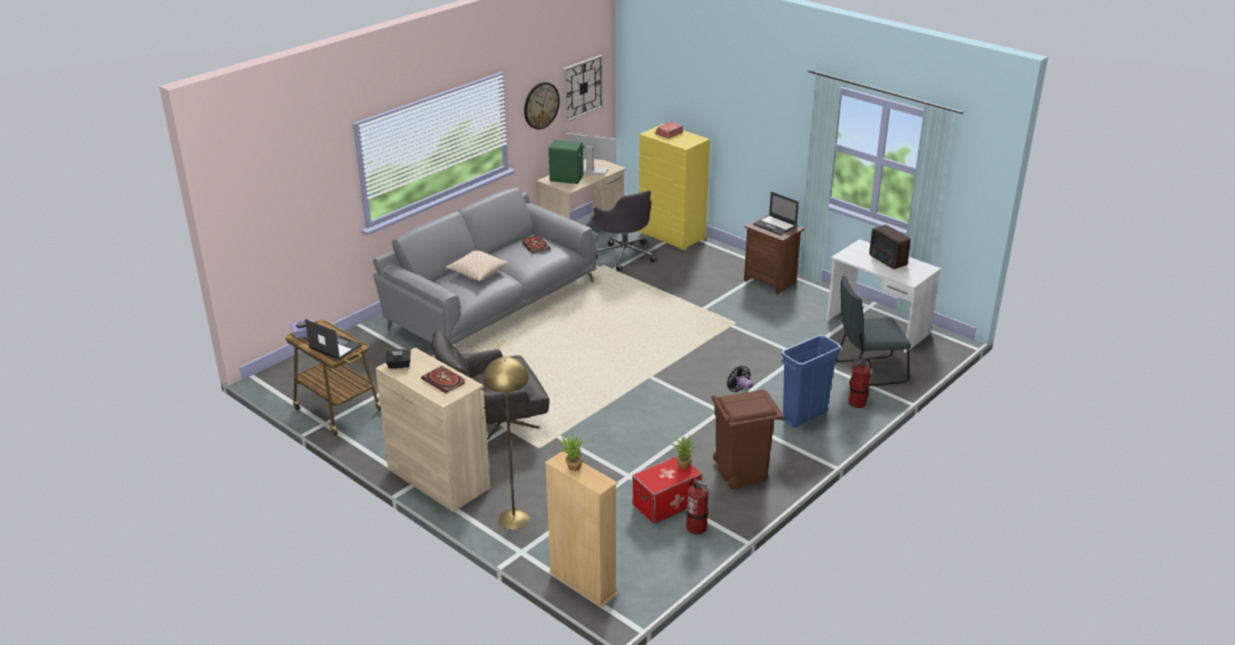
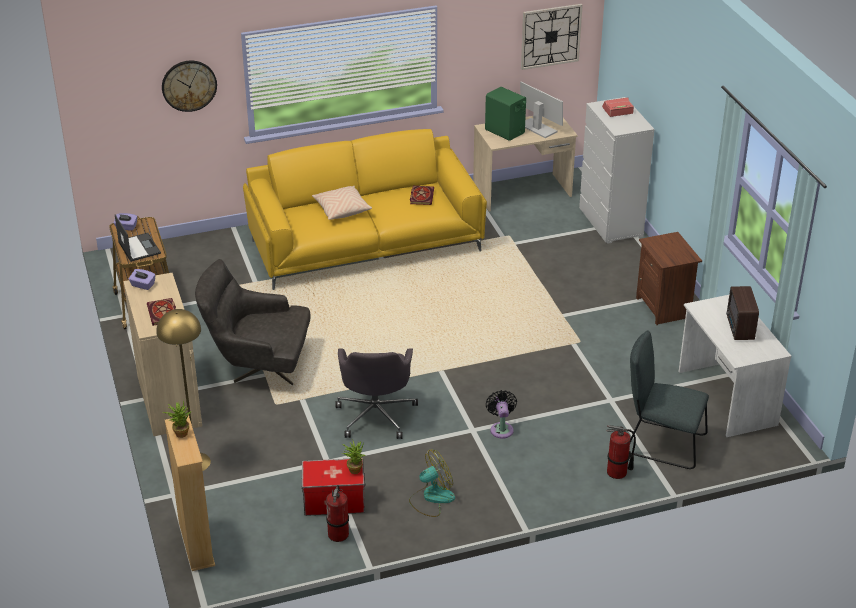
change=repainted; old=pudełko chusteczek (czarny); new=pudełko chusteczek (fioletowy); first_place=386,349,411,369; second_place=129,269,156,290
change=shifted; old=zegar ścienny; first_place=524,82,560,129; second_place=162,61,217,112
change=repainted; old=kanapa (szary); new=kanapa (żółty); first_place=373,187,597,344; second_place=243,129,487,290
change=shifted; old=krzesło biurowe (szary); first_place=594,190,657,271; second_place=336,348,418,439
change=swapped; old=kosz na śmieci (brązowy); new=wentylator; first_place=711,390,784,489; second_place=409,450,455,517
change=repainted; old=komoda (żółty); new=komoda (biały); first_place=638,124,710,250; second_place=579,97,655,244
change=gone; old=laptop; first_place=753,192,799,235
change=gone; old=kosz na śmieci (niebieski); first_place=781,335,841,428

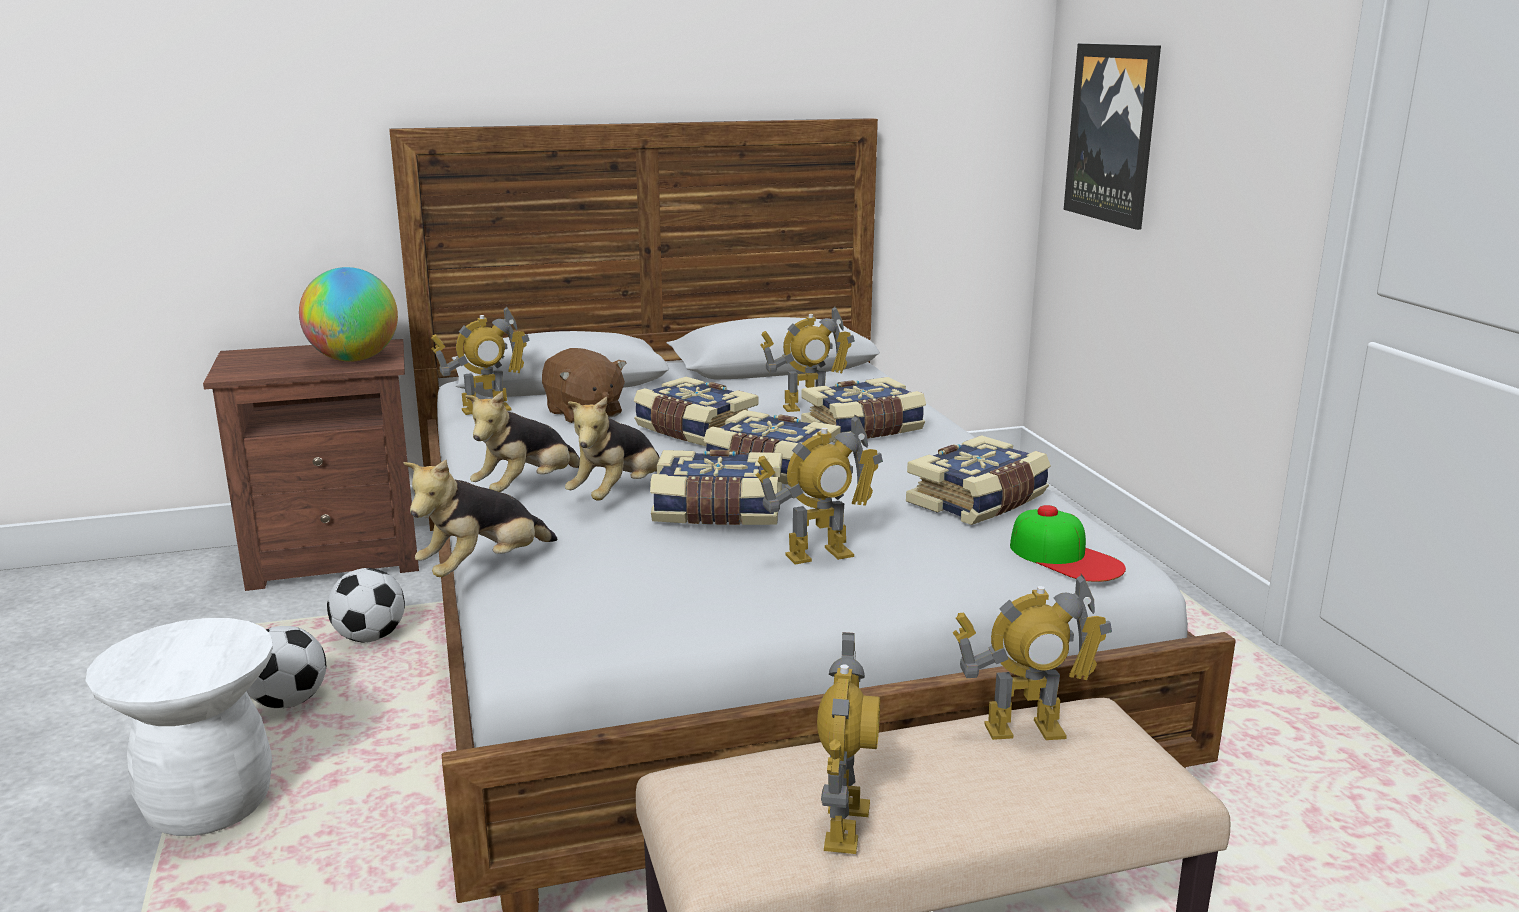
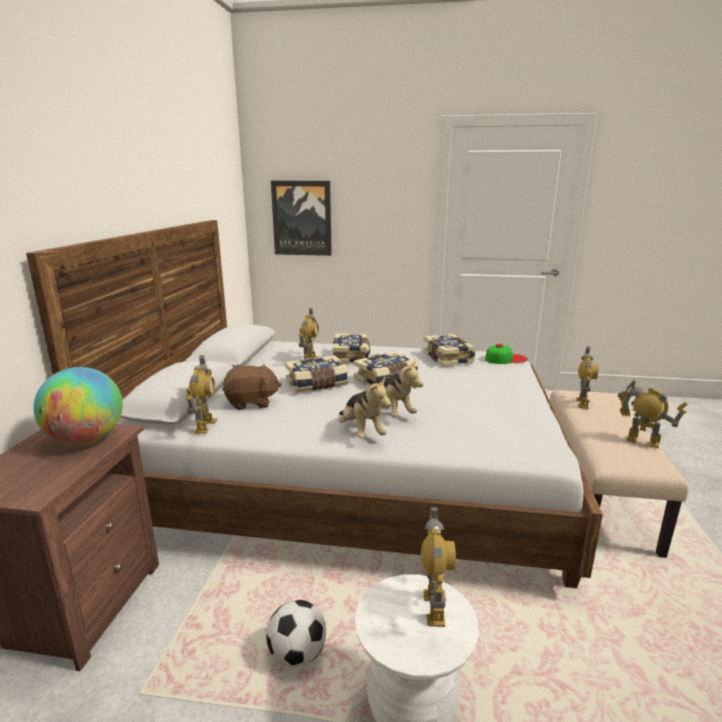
change=shifted; old=robot zabawkowy; first_place=756,414,883,564; second_place=421,506,456,627
change=gone; old=piłka futbolowa; first_place=327,568,405,643
change=gone; old=pluszak; first_place=404,460,557,577
change=gone; old=książka; first_place=650,450,782,525

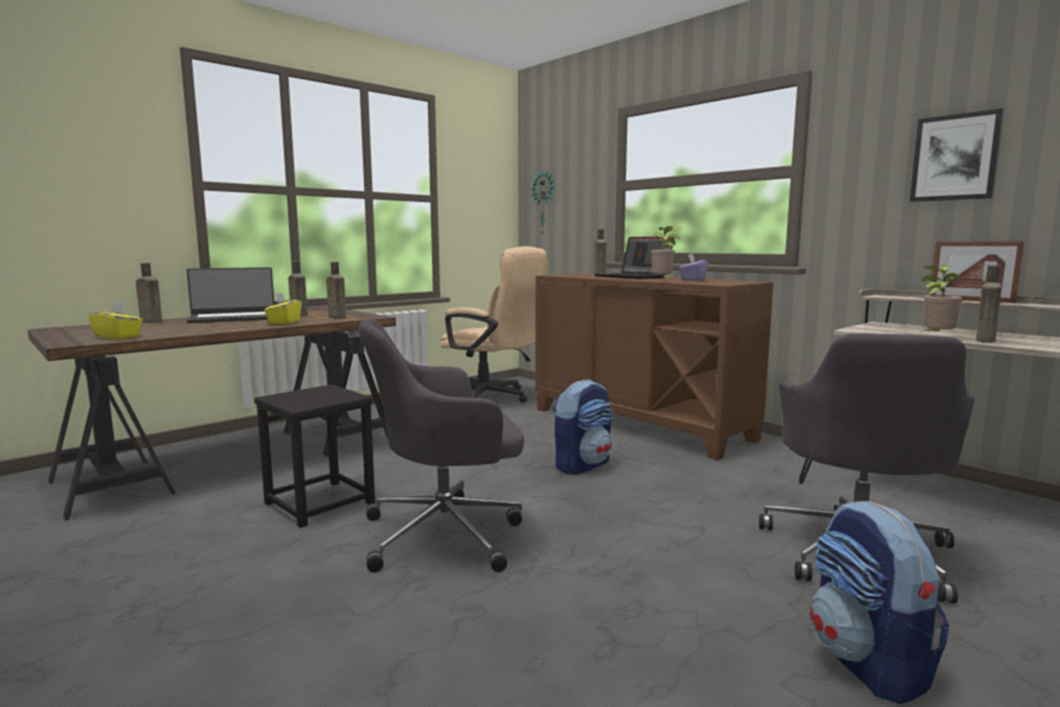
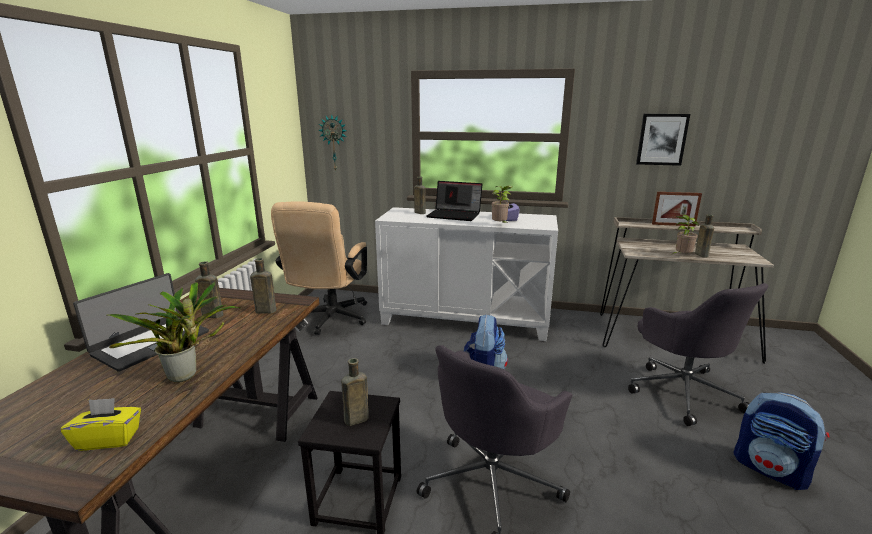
change=new; new=roślina doniczkowa; second_place=106,281,241,382
change=rotated; old=krzesło biurowe (beżowy); first_place=440,246,548,403; second_place=271,201,367,335; degrees=105
change=shifted; old=butelka (brązowy); first_place=136,263,162,323; second_place=341,358,369,426
change=repainted; old=szafka (brązowy); new=szafka (biały); first_place=535,273,774,460; second_place=375,207,558,341
change=gone; old=pudełko chusteczek (żółty); first_place=264,293,302,324

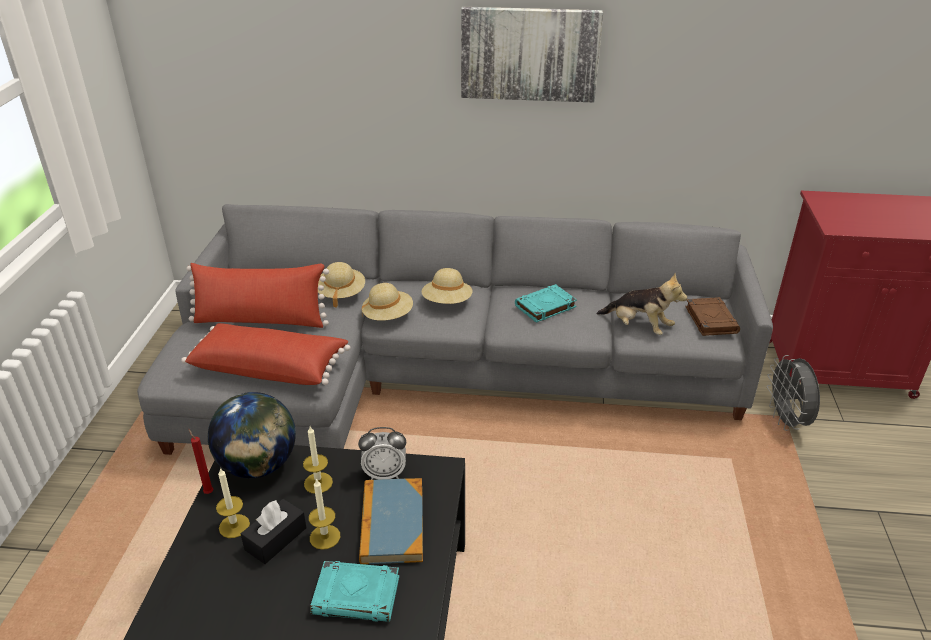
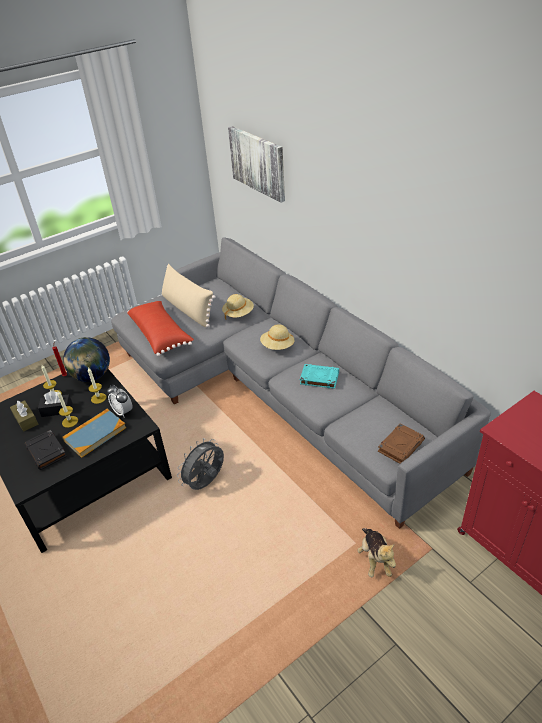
change=new; new=pudełko chusteczek (brązowy); second_place=10,400,38,432
change=repainted; old=książka (turkusowy); new=książka (czarny); first_place=310,561,400,622; second_place=25,430,67,470
change=repainted; old=poduszka (czerwony); new=poduszka (beżowy); first_place=187,263,329,328; second_place=162,264,216,328
change=shifted; old=wentylator (szary); first_place=767,355,820,431; second_place=177,438,224,490
change=shifted; old=obraz; first_place=461,7,603,102; second_place=228,126,285,203
change=shifted; old=pluszak; first_place=596,273,687,335; second_place=357,528,396,577
change=gone; old=kapelusz (beżowy); first_place=362,283,413,321

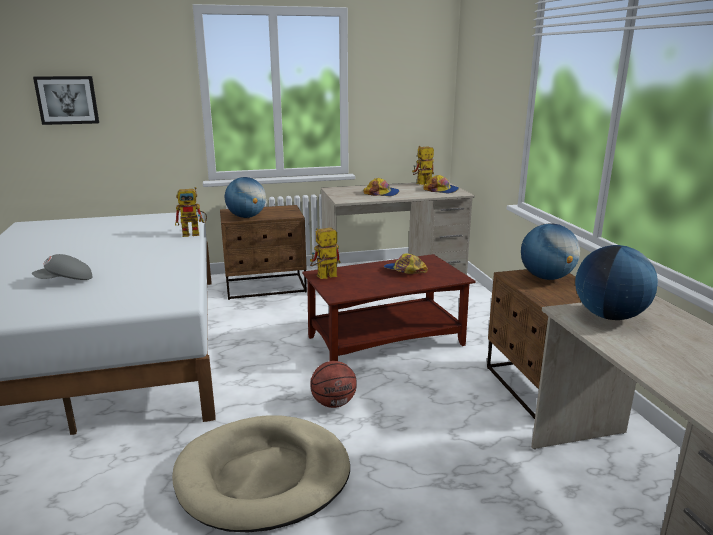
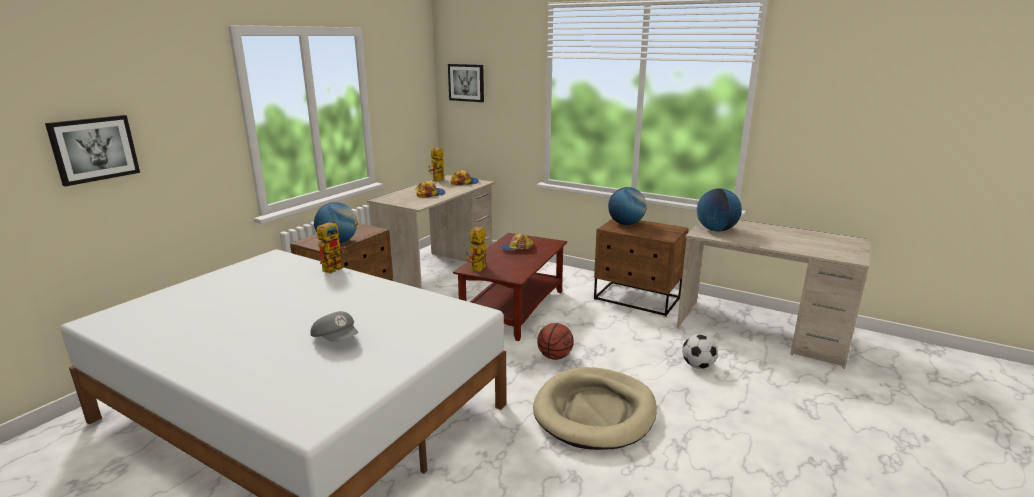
change=rotated; old=czapka z daszkiem (szary); first_place=32,254,93,280; second_place=311,311,358,342; degrees=-60
change=new; new=obraz; second_place=448,64,484,102
change=new; new=piłka futbolowa; second_place=682,334,718,369

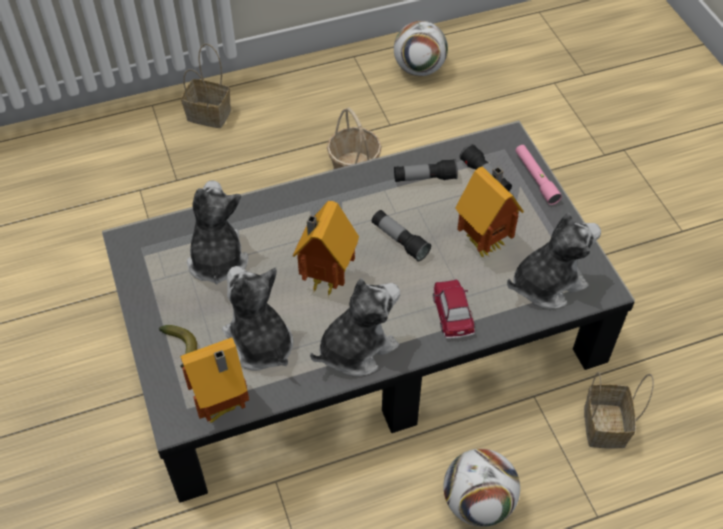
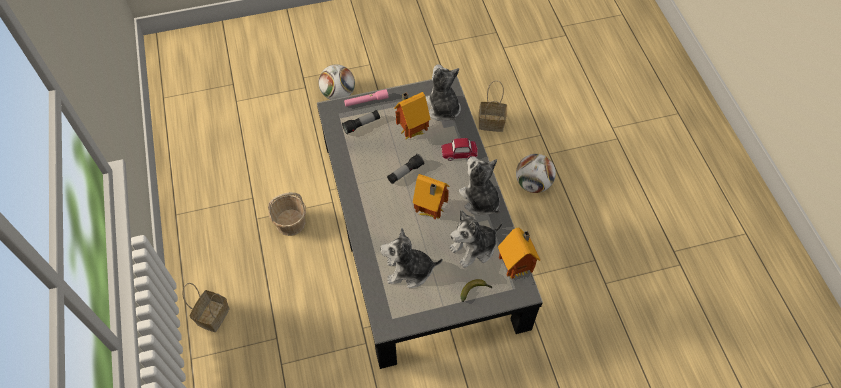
change=shifted; old=piłka futbolowa; first_place=394,21,448,76; second_place=318,64,355,100
change=gone; old=latarka; first_place=394,159,458,182

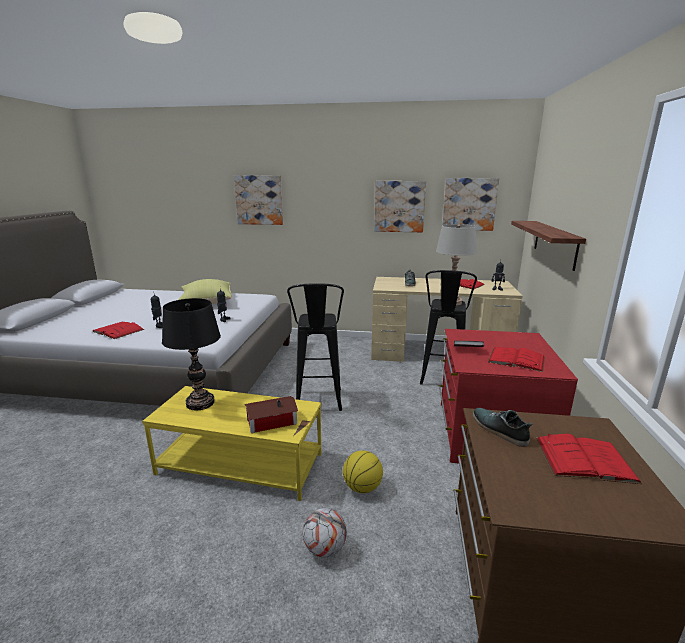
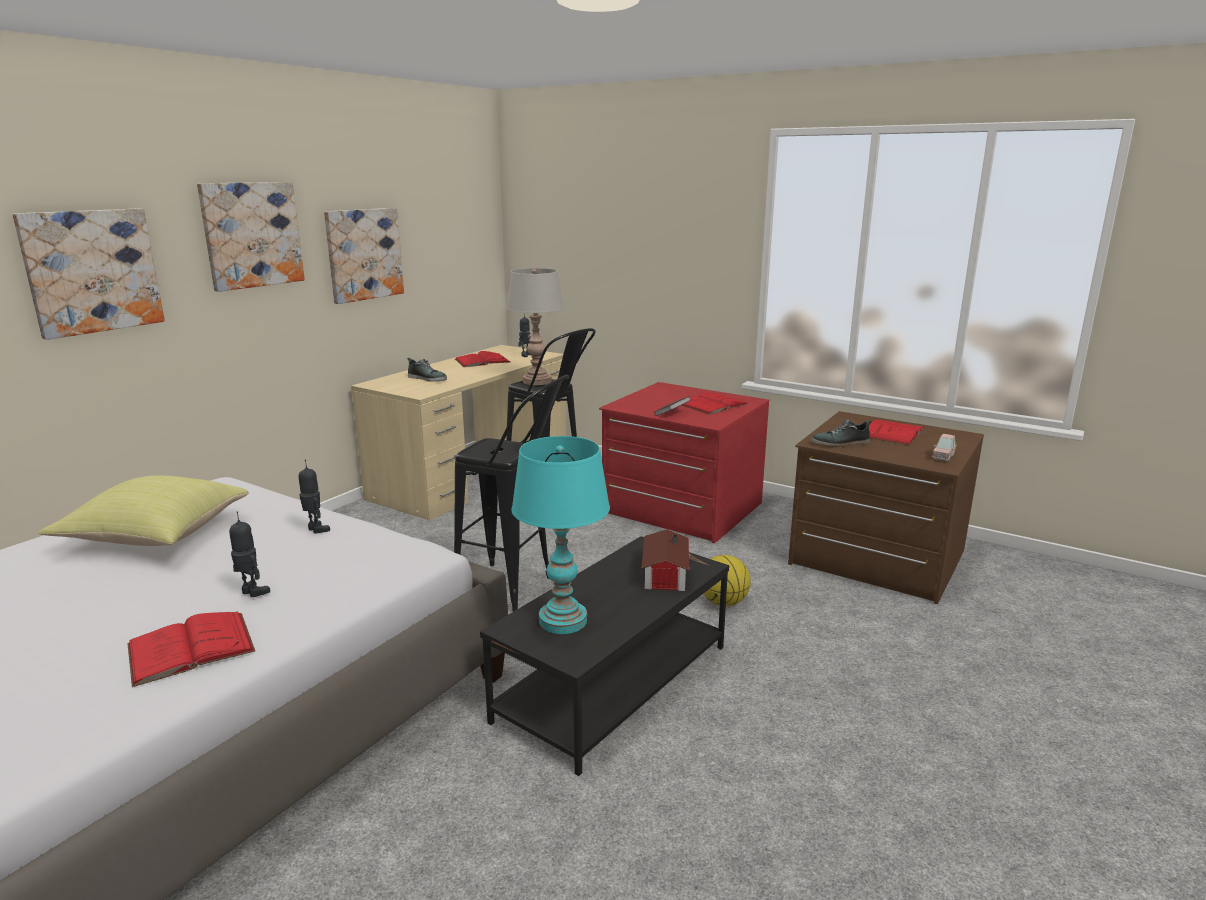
change=shifted; old=obraz; first_place=442,178,499,231; second_place=197,182,305,292
change=repainted; old=ława (żółty); new=ława (czarny); first_place=142,386,321,501; second_place=480,536,729,776
change=repainted; old=lampa stołowa (czarny); new=lampa stołowa (turkusowy); first_place=162,298,221,410; second_place=511,436,610,634
change=new; new=samochodzik (różowy); second_place=932,434,956,462
change=gone; old=piłka futbolowa; first_place=303,508,347,557
change=gone; old=półka; first_place=511,221,586,271

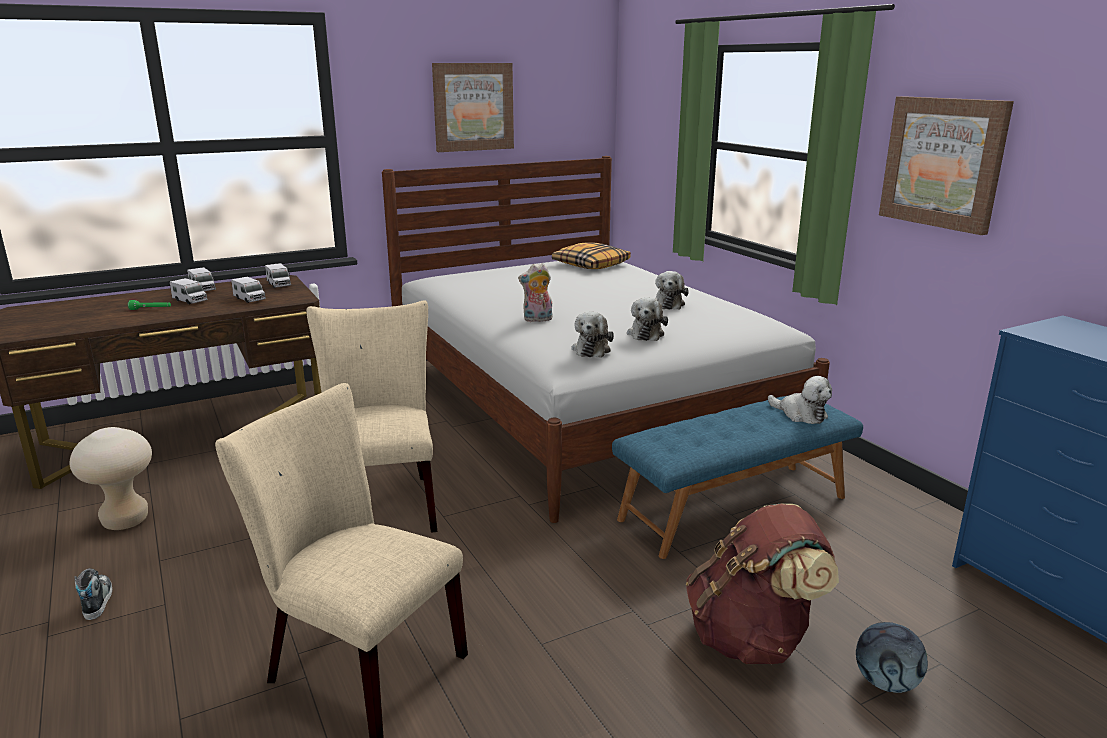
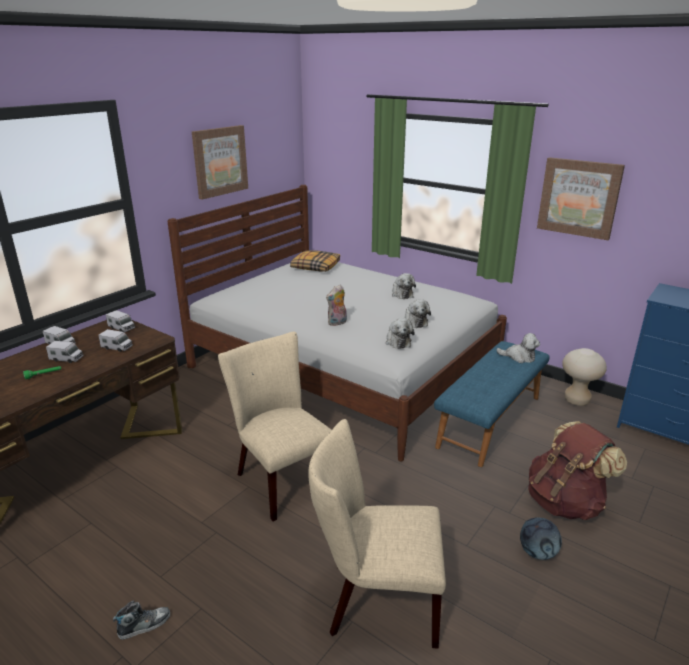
change=rotated; old=but; first_place=74,568,113,620; second_place=113,601,170,640; degrees=105
change=shifted; old=piłka futbolowa; first_place=856,622,928,693; second_place=520,517,562,560
change=shifted; old=stołek (beżowy); first_place=70,427,152,530; second_place=562,348,607,406

